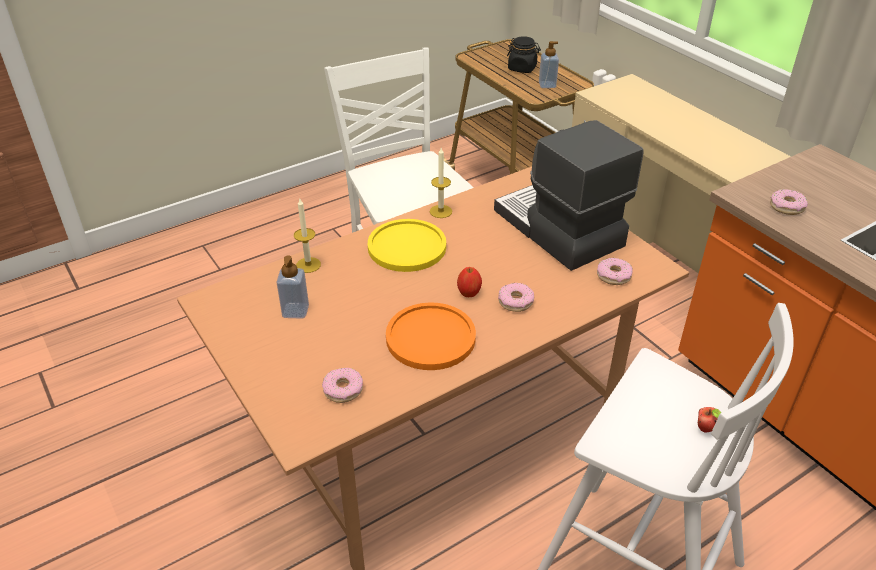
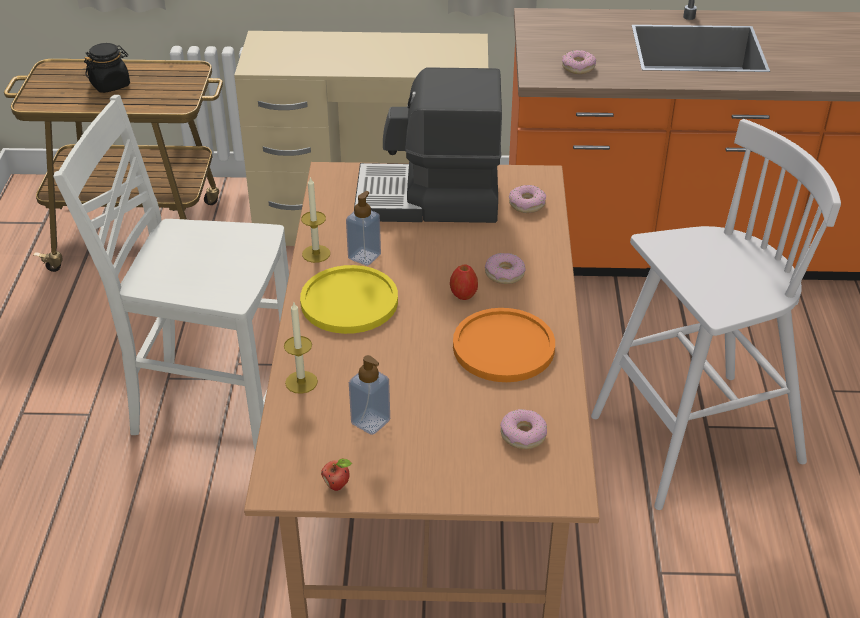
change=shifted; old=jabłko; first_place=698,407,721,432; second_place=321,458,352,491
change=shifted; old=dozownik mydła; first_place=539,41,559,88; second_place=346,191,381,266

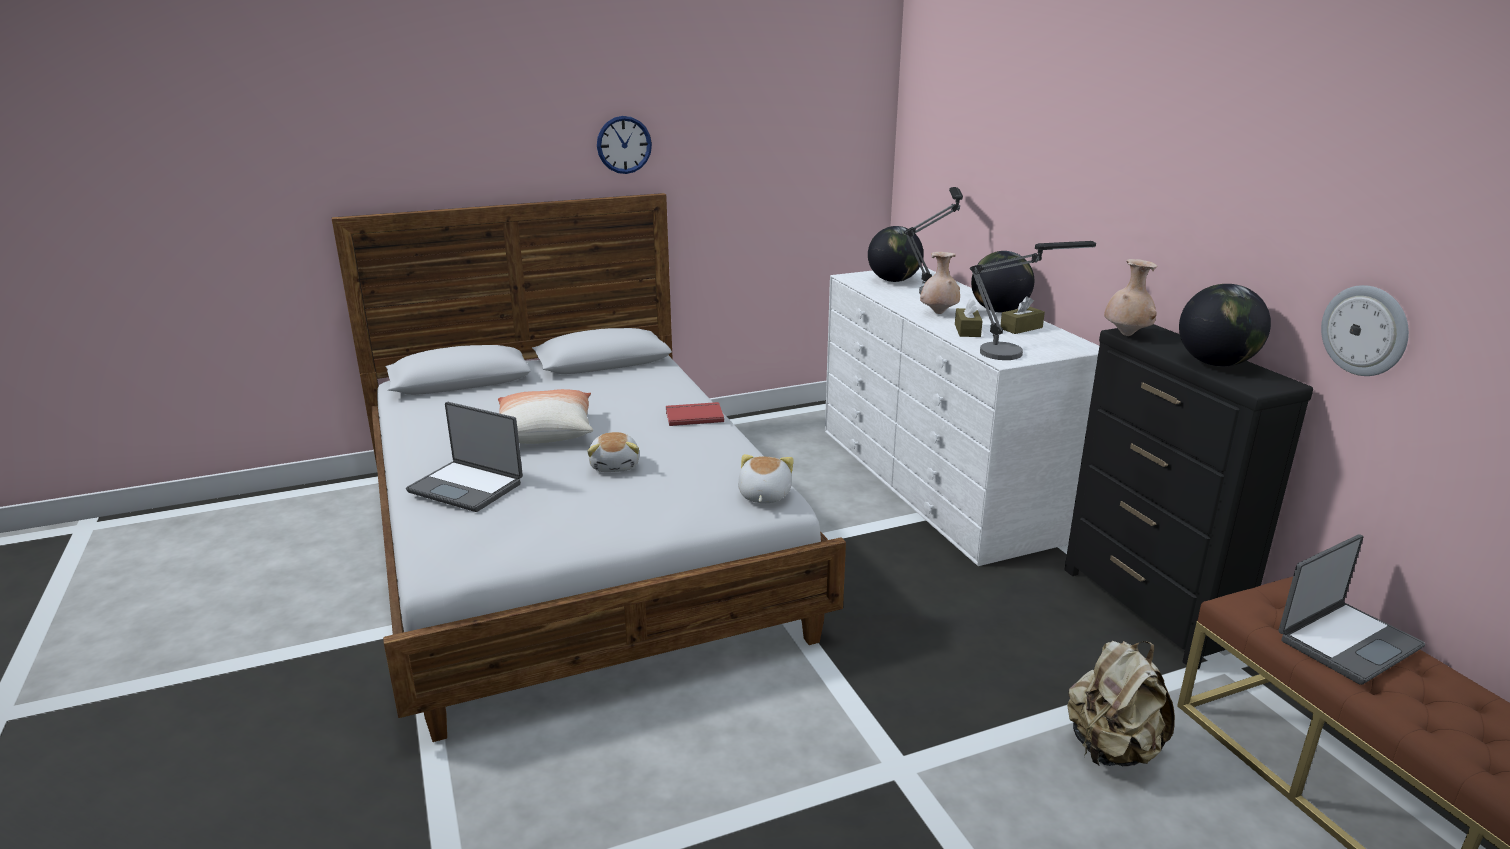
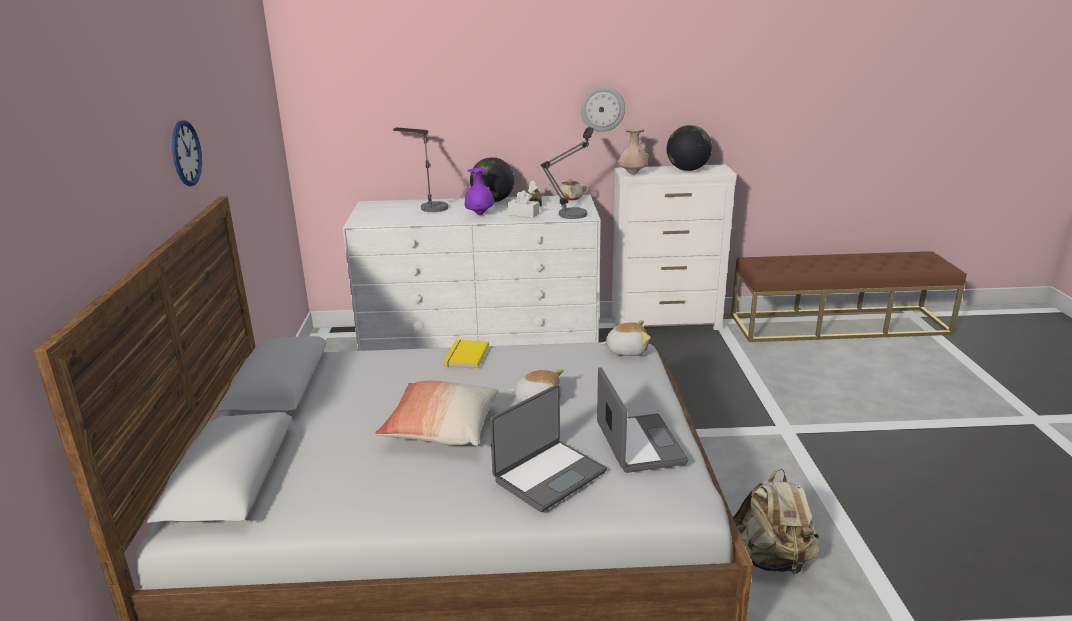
change=repainted; old=książka (czerwony); new=książka (żółty); first_place=666,402,724,426; second_place=443,340,489,369
change=repainted; old=wazon (beżowy); new=wazon (fioletowy); first_place=920,252,960,314; second_place=465,167,494,215
change=repainted; old=pudełko chusteczek (brązowy); new=pudełko chusteczek (biały); first_place=955,298,983,337; second_place=507,190,539,218
change=new; new=imbryk (beżowy); second_place=549,179,589,201
change=shifted; old=zegar ścienny; first_place=1321,285,1409,376; second_place=581,87,625,132
change=shifted; old=laptop; first_place=1279,534,1425,685; second_place=597,367,688,473
change=rotated; old=pluszak; first_place=738,454,794,503; second_place=600,320,651,356; degrees=150
change=repainted; old=komoda (czarny); new=komoda (biały); first_place=1064,324,1313,669; second_place=611,165,737,330
change=shifted; old=plecak (beżowy); first_place=1067,641,1175,766; second_place=733,469,819,576
change=gone; old=globus; first_place=868,226,923,282

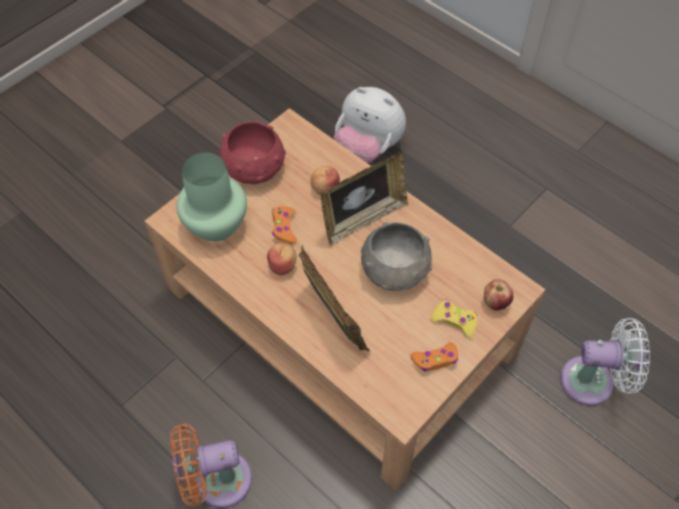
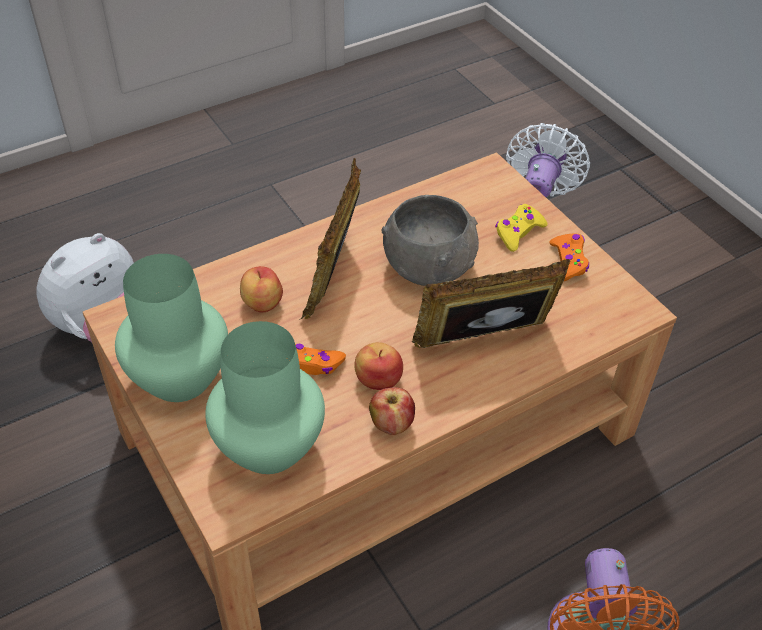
change=swapped; old=miska (czerwony); new=wazon (zielony); first_place=219,121,286,184; second_place=115,254,228,402
change=rotated; old=ramka na zdjęcie; first_place=321,152,408,246; second_place=299,158,361,320; degrees=-150
change=shifted; old=jabłko; first_place=484,279,514,311; second_place=369,387,415,435

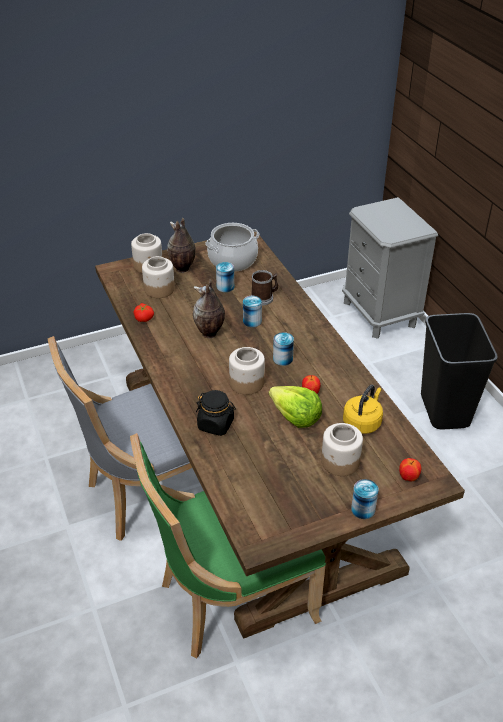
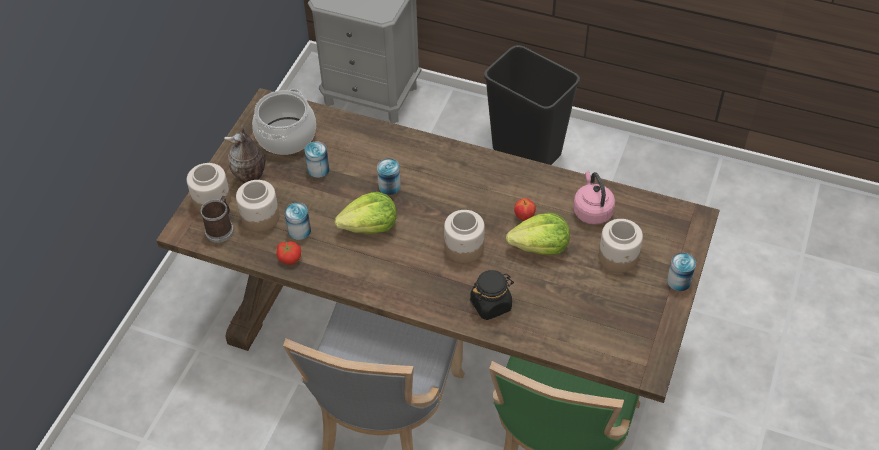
change=shifted; old=kubek; first_place=251,270,278,306; second_place=201,196,234,243
change=shifted; old=puszka; first_place=273,332,294,366; second_place=284,203,311,240
change=swapped; old=wazon; new=sałata; first_place=193,279,225,338; second_place=335,192,397,234
change=repainted; old=czajnik (żółty); new=czajnik (różowy); first_place=343,385,383,434; second_place=573,171,615,225
change=gone; old=jabłko; first_place=399,458,421,481

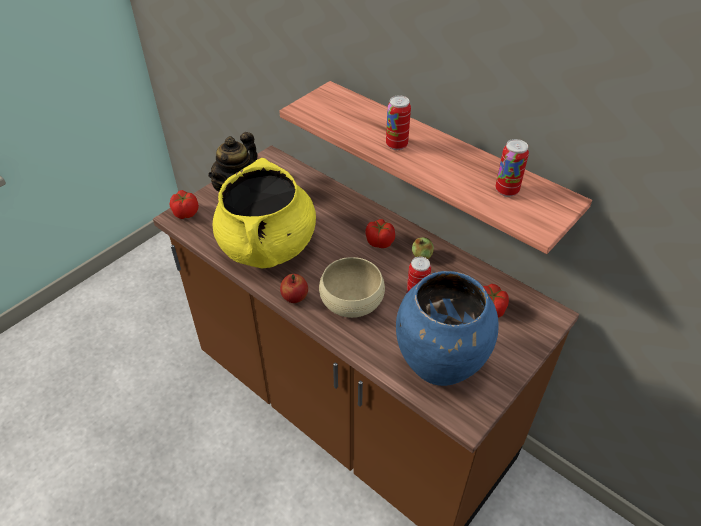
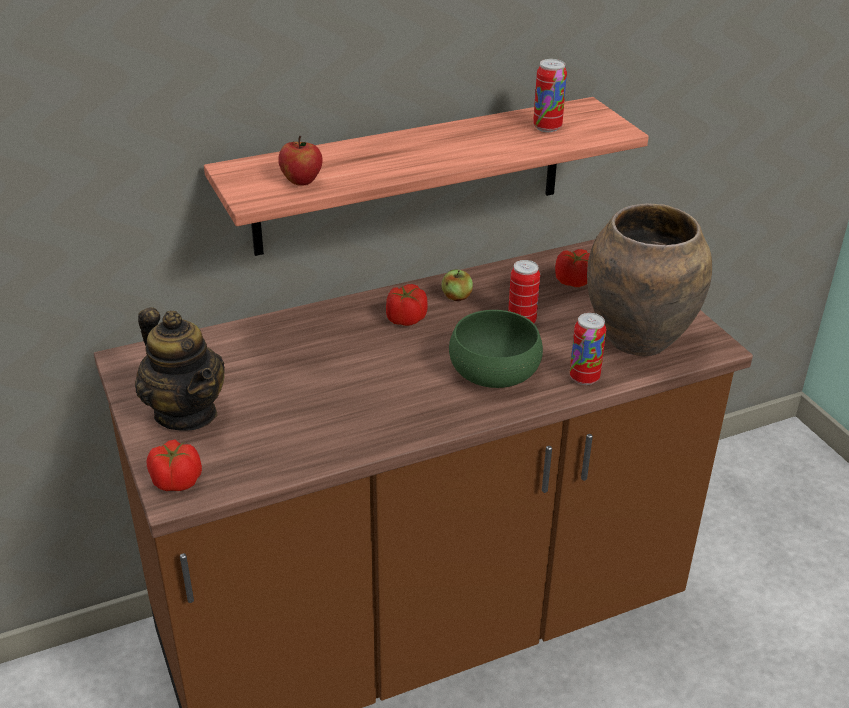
change=shifted; old=jabłko; first_place=280,274,308,303; second_place=278,136,323,186
change=repainted; old=miska (beżowy); new=miska (zielony); first_place=319,257,385,318; second_place=449,310,543,388
change=shifted; old=puszka; first_place=386,95,411,150; second_place=570,313,606,385
change=repainted; old=wazon (niebieski); new=wazon (brązowy); first_place=396,271,498,386; second_place=587,204,712,357
change=gone; old=garnek (żółty); first_place=213,158,316,269

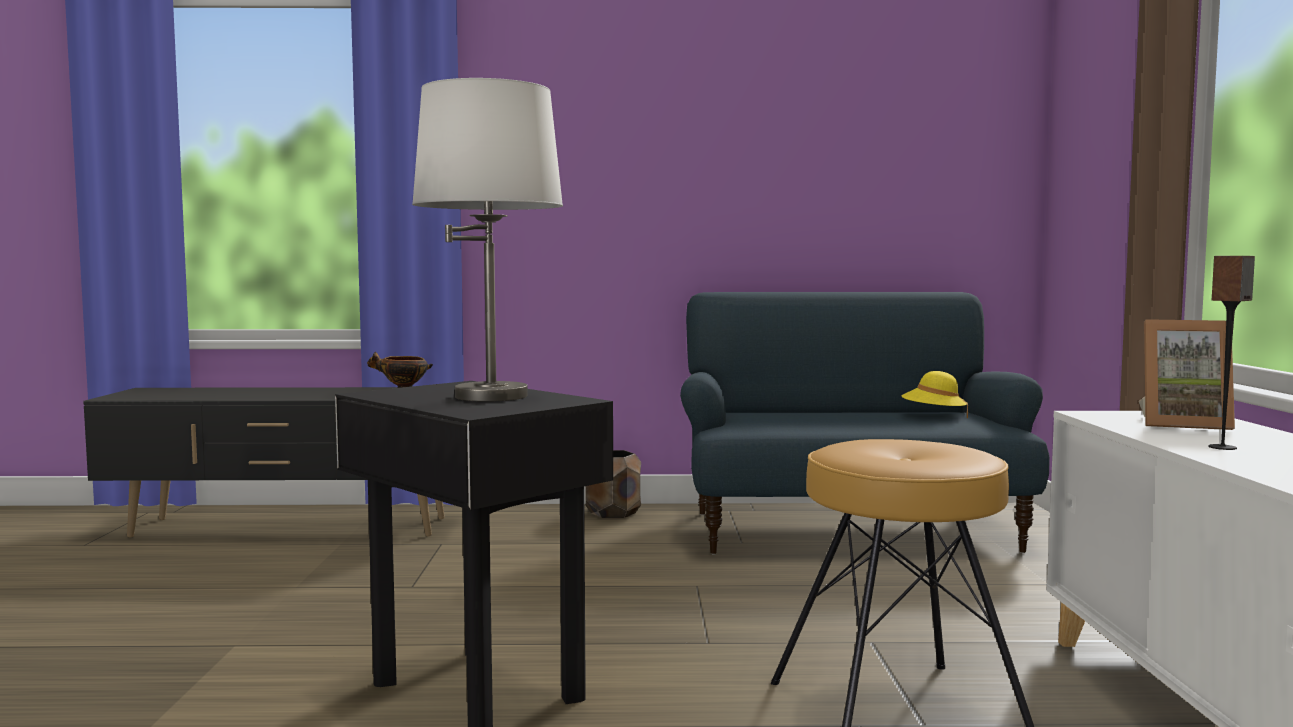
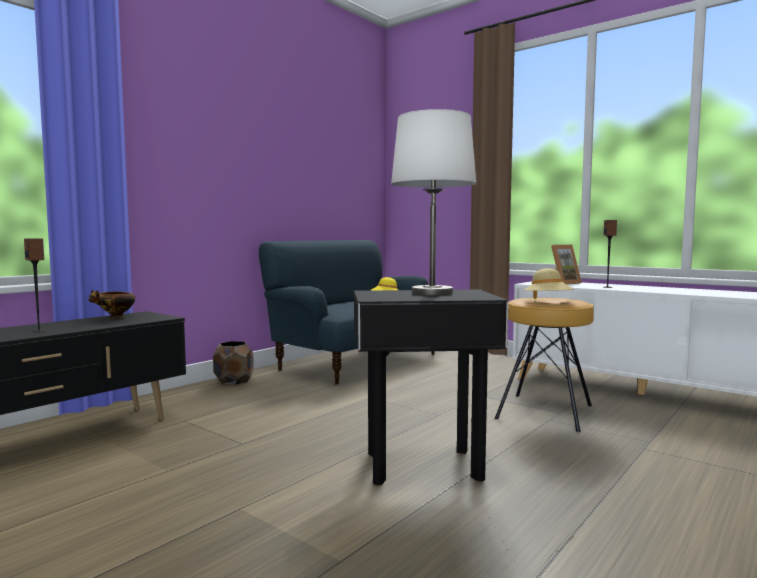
change=new; new=głośnik; second_place=24,238,46,332
change=new; new=kapelusz (beżowy); second_place=524,268,573,299

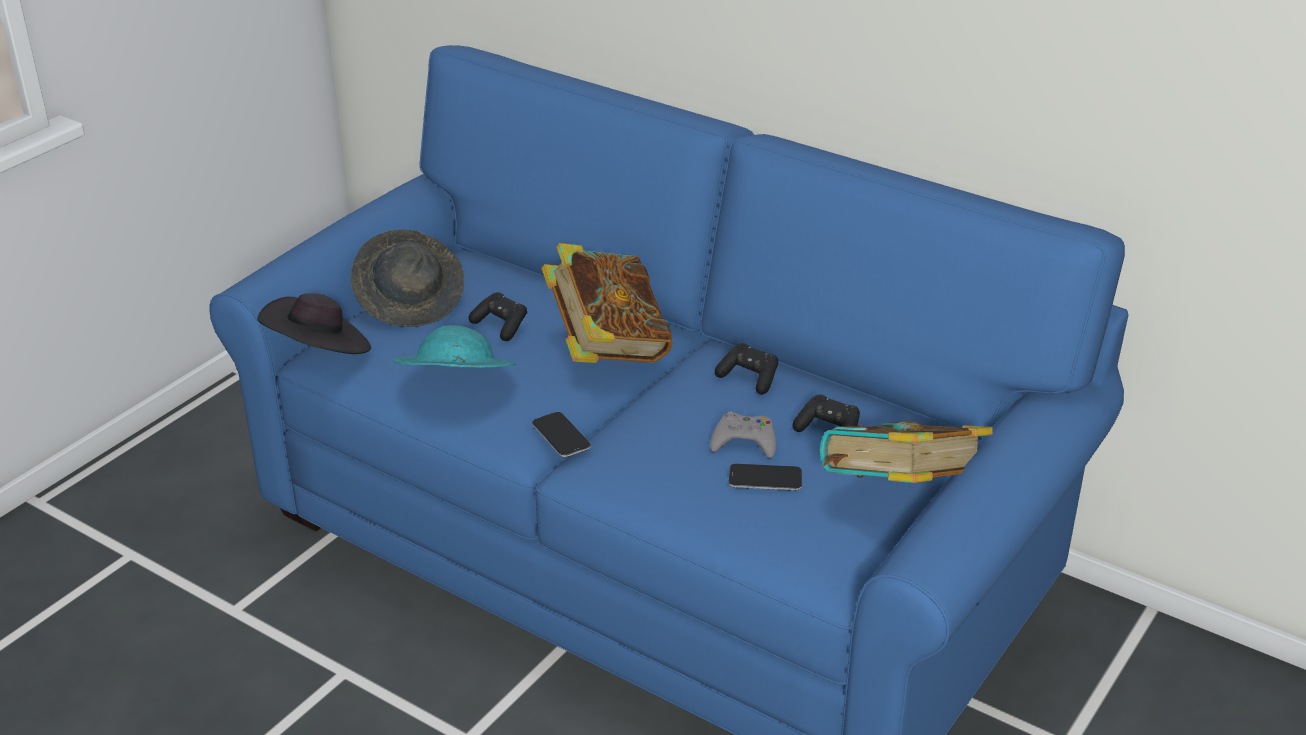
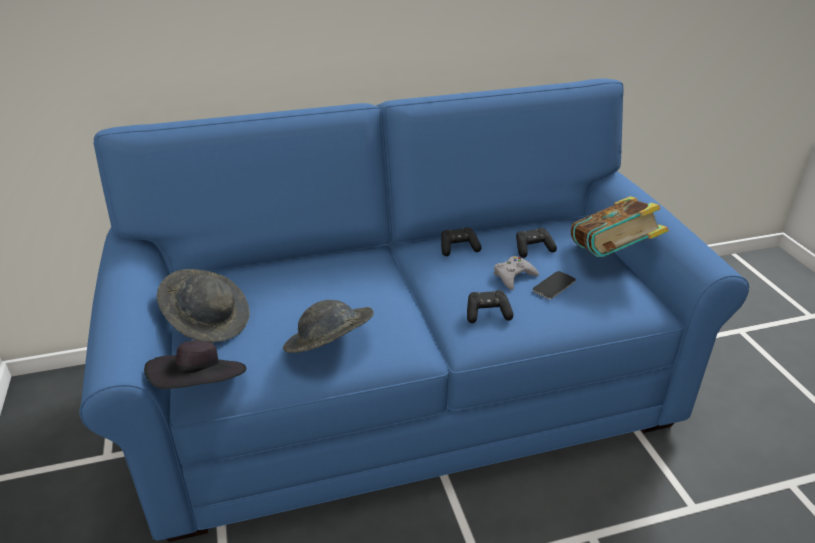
change=repainted; old=kapelusz (turkusowy); new=kapelusz (szary); first_place=393,325,517,368; second_place=283,300,374,353
change=shifted; old=pad do gier (czarny); first_place=469,292,527,341; second_place=467,290,514,323
change=gone; old=telefon; first_place=532,412,591,457
change=gone; old=książka; first_place=541,243,672,363

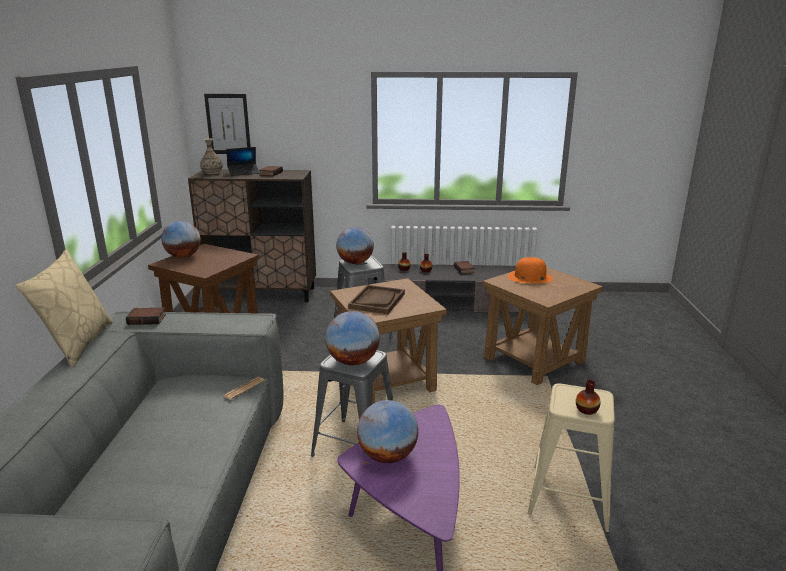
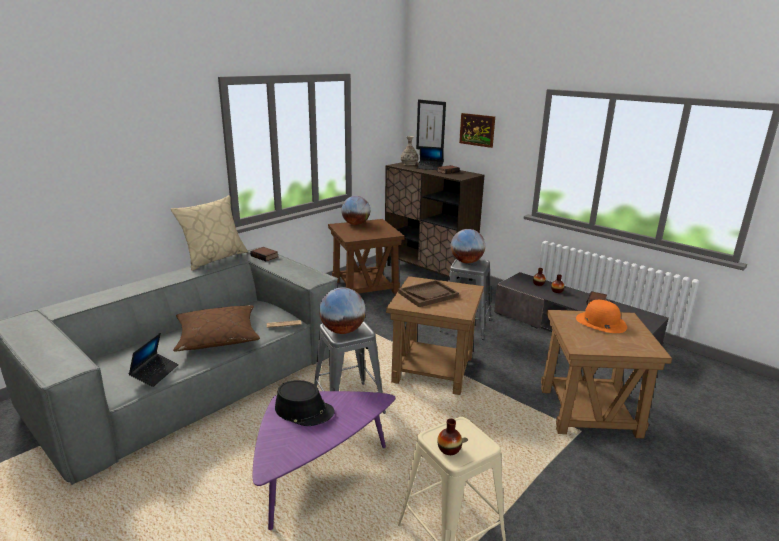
change=new; new=laptop; second_place=128,333,179,387
change=new; new=poduszka (brązowy); second_place=173,305,260,352
change=swapped; old=globus; new=kapelusz (czarny); first_place=357,400,418,463; second_place=275,380,334,426
change=new; new=obraz; second_place=459,113,495,148

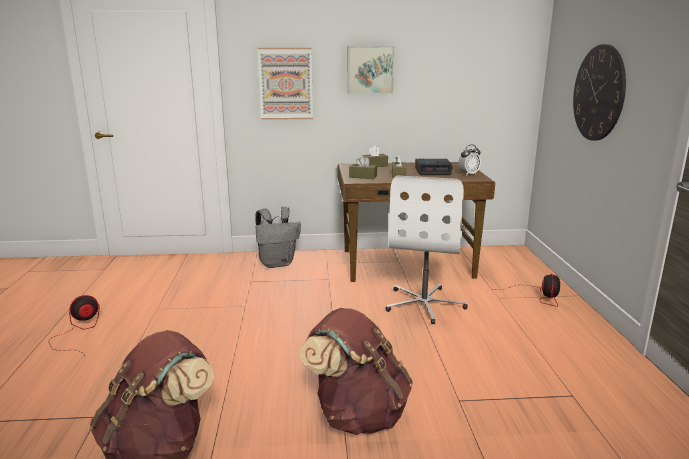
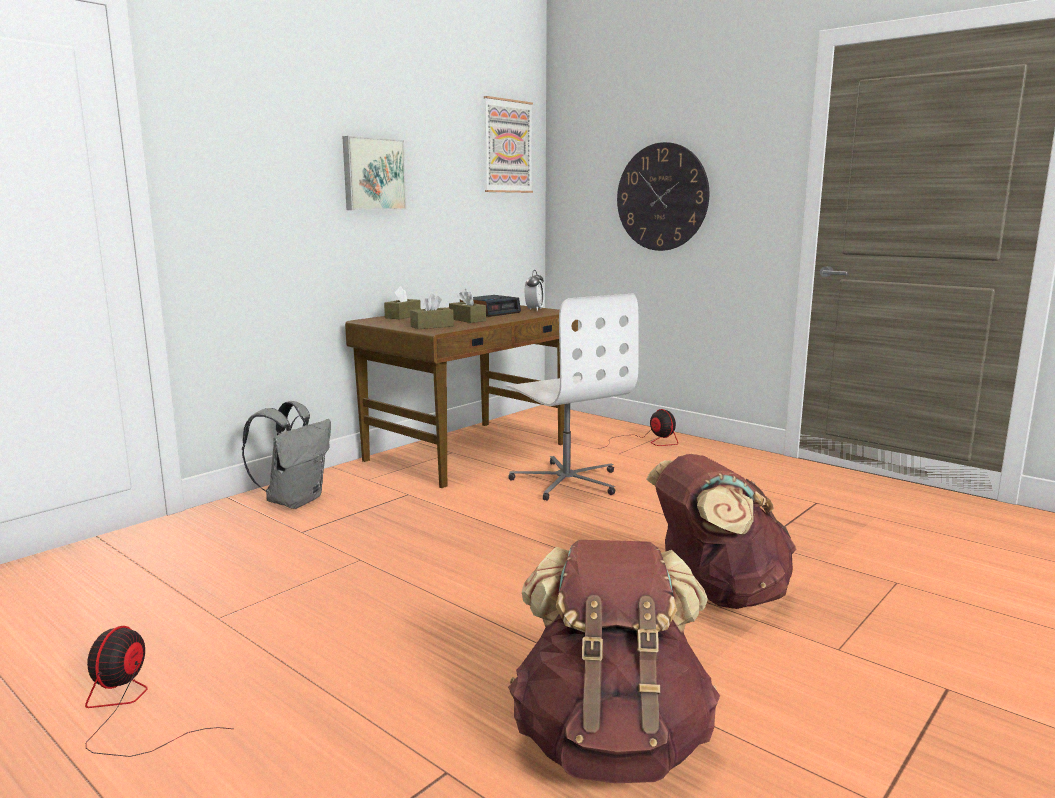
change=shifted; old=obraz; first_place=258,48,313,120; second_place=484,96,533,193

